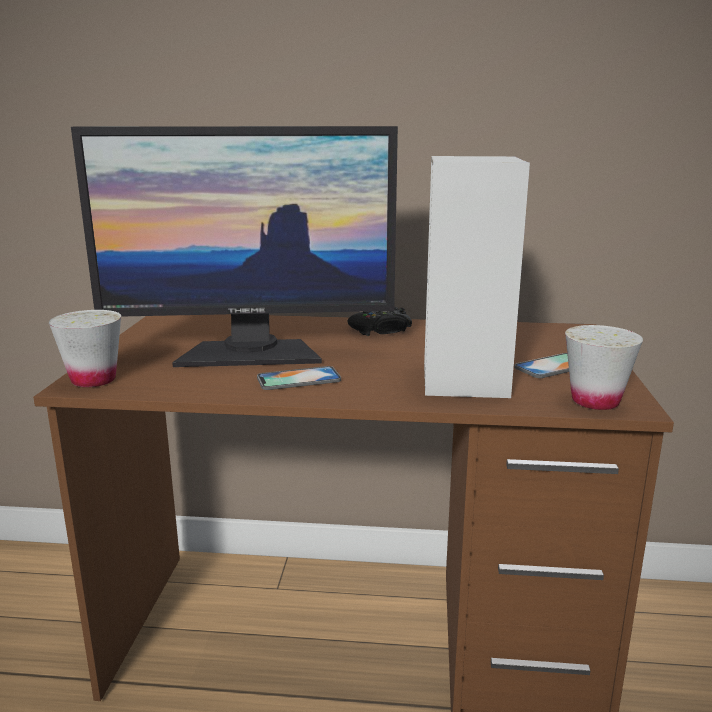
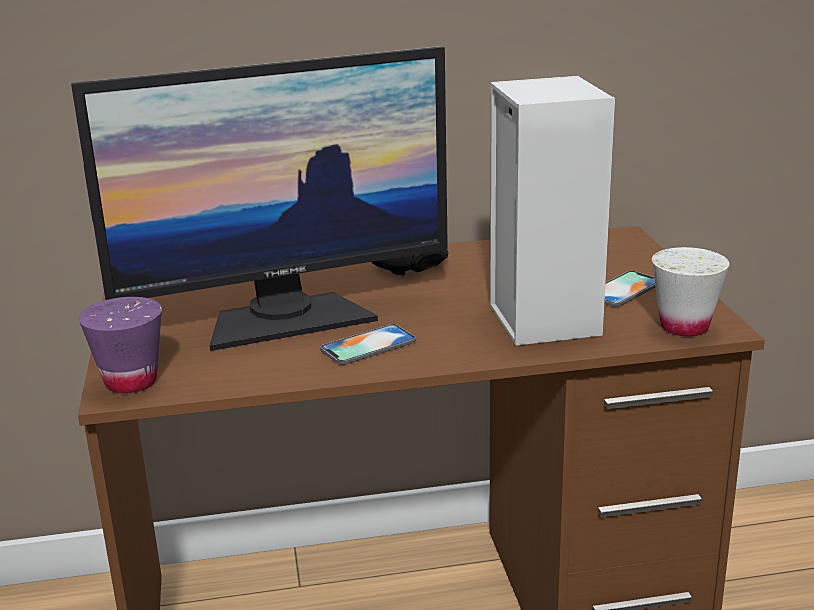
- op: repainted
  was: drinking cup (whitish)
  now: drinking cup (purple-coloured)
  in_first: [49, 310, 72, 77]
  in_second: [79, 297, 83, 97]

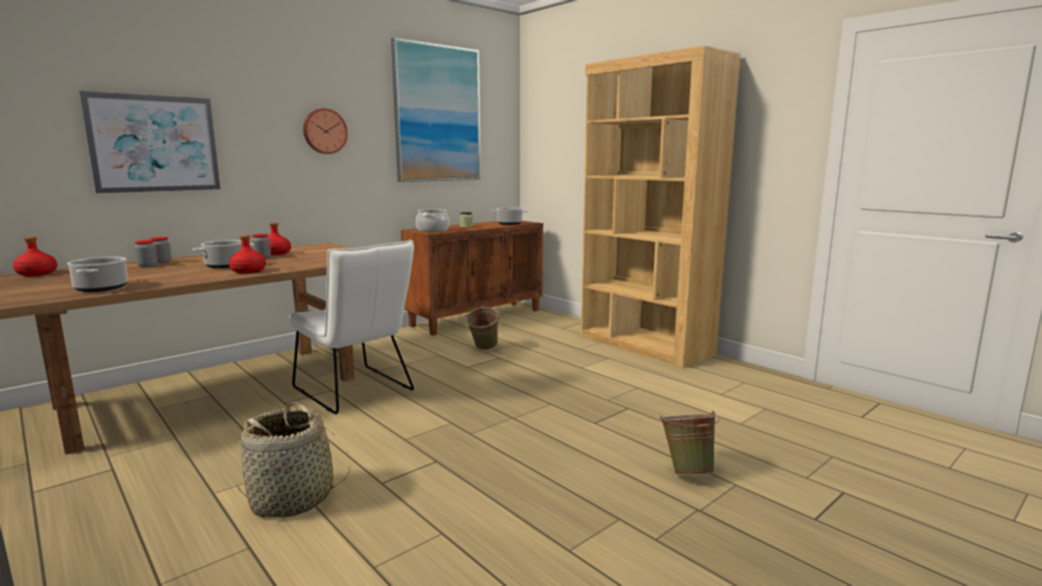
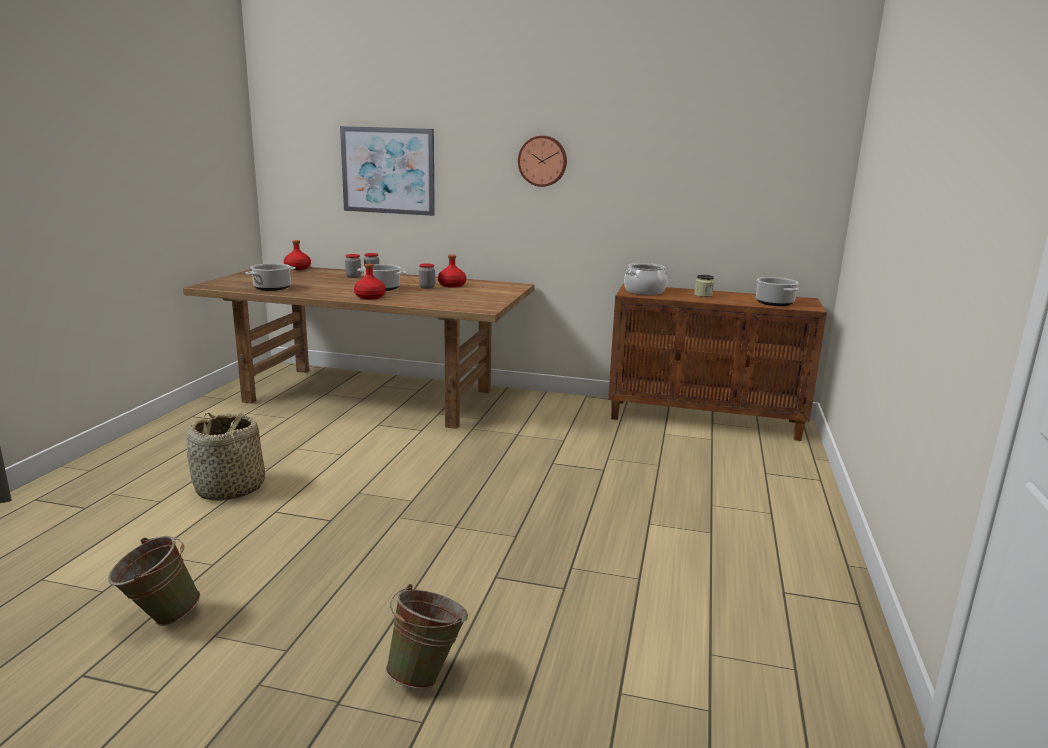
- op: shifted
  was: water bucket (green-coloured)
  in_first: [465, 307, 35, 43]
  in_second: [108, 536, 92, 90]
- op: gone
  was: plain chair (whitish)
  in_first: [289, 240, 125, 174]
- op: gone
  was: wall picture
  in_first: [391, 37, 90, 145]
- op: gone
  was: bookshelf (brown-coloured)
  in_first: [581, 46, 160, 323]

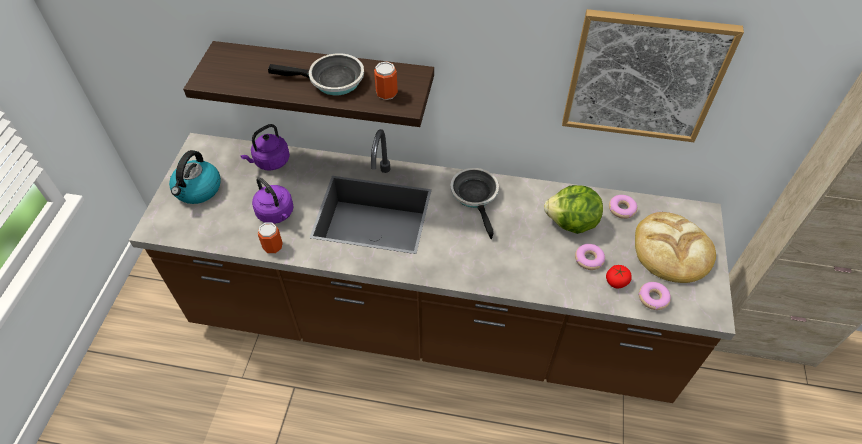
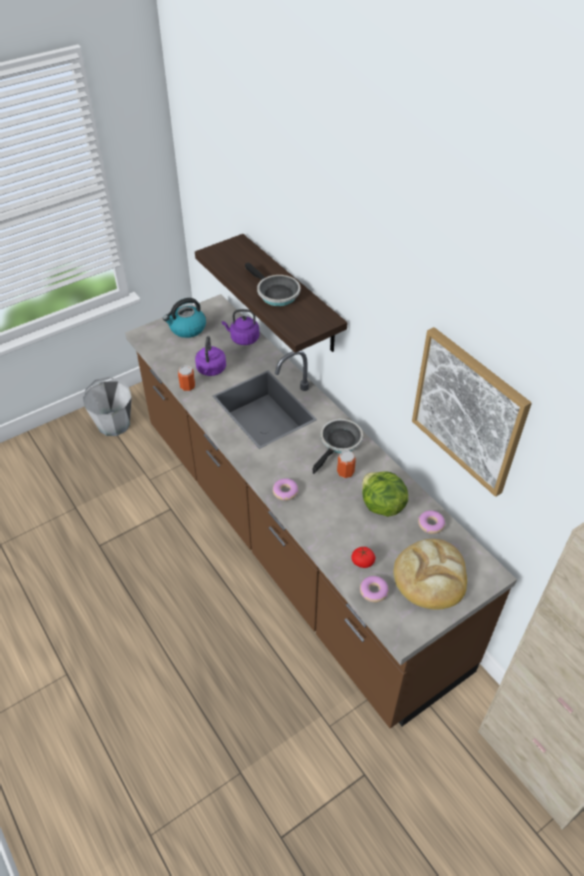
- op: new
  now: water bucket (grey)
  in_second: [83, 377, 49, 59]
- op: shifted
  was: doughnut
  in_first: [575, 244, 30, 26]
  in_second: [273, 478, 25, 23]
- op: shifted
  was: can
  in_first: [374, 61, 24, 39]
  in_second: [337, 450, 19, 29]

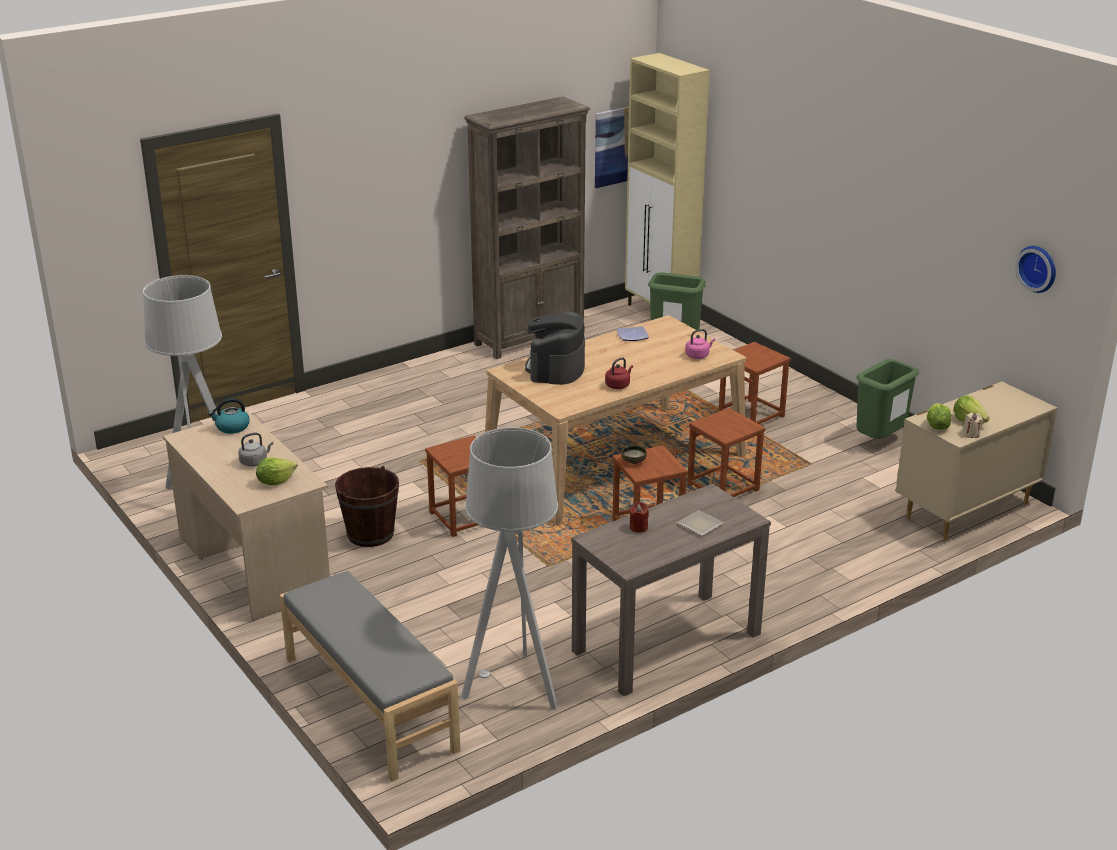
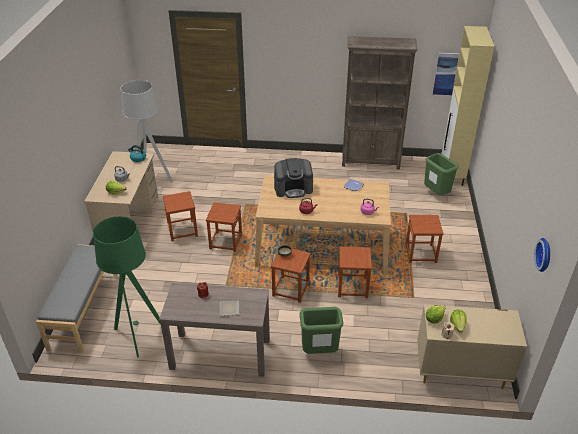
- op: repainted
  was: floor lamp (grey)
  now: floor lamp (green-coloured)
  in_first: [461, 427, 97, 283]
  in_second: [93, 216, 68, 142]
- op: swapped
  was: water bucket (brown-coloured)
  now: stool seat (brown-coloured)
  in_first: [335, 466, 64, 81]
  in_second: [163, 191, 35, 50]
- op: rotated
  was: coffee maker
  in_first: [525, 311, 60, 74]
  in_second: [274, 158, 39, 40]
  clockwise: -150
- op: shifted
  was: trash can (green-coloured)
  in_first: [856, 359, 63, 80]
  in_second: [299, 307, 44, 47]

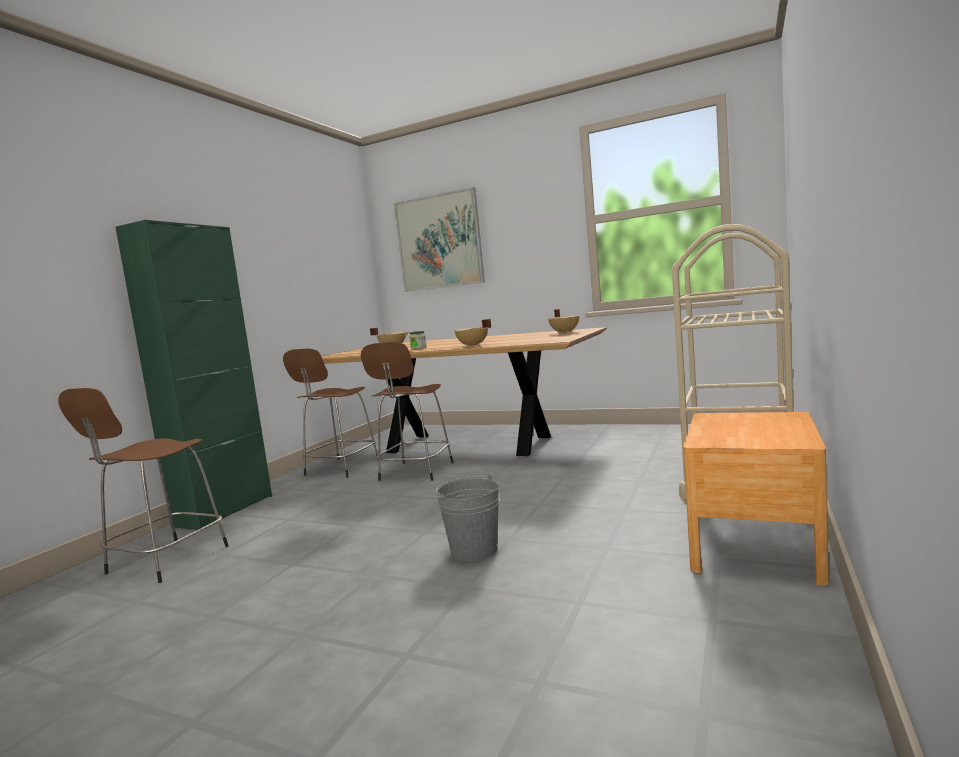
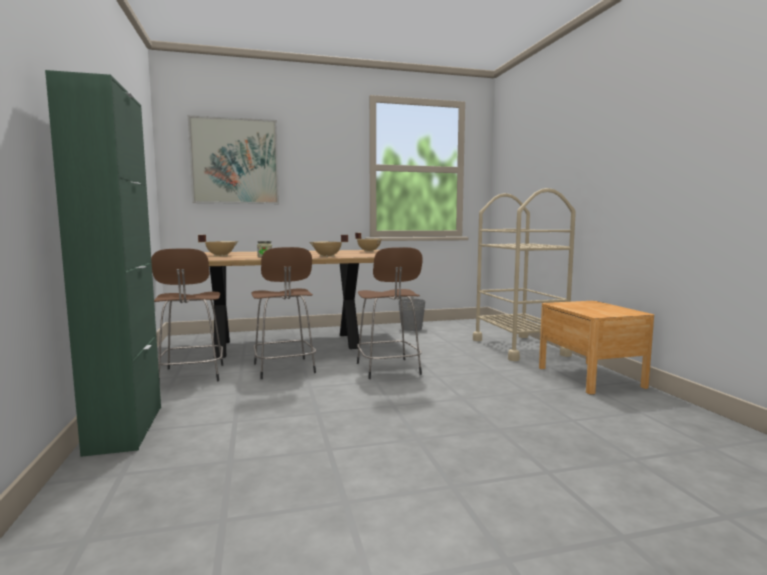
- op: shifted
  was: stool seat (brown-coloured)
  in_first: [58, 388, 171, 195]
  in_second: [357, 247, 66, 132]
- op: shifted
  was: water bucket (grey)
  in_first: [436, 474, 63, 87]
  in_second: [398, 296, 28, 35]

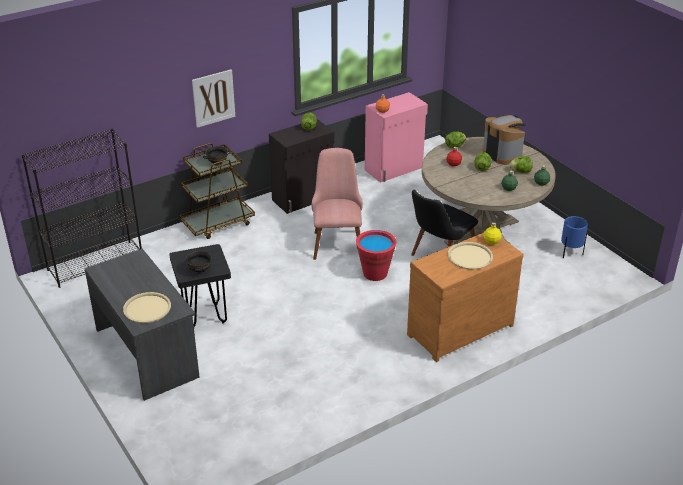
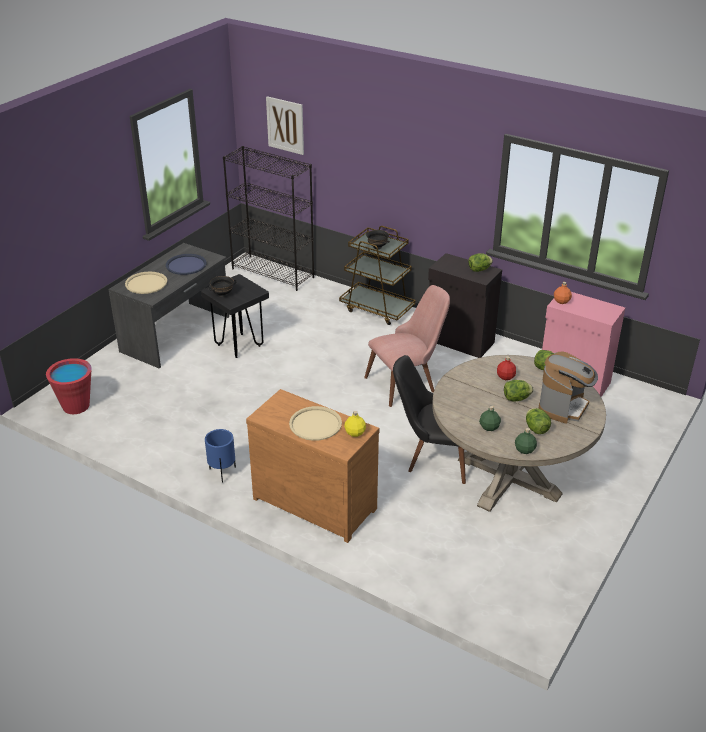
- op: shifted
  was: water bucket (reddish)
  in_first: [356, 230, 40, 51]
  in_second: [46, 358, 46, 56]
- op: new
  now: tray (bluish)
  in_second: [166, 254, 40, 21]
- op: shifted
  was: planter (bluish)
  in_first: [561, 216, 27, 42]
  in_second: [205, 429, 31, 54]
- op: shifted
  was: wall picture
  in_first: [192, 70, 43, 58]
  in_second: [266, 96, 38, 59]

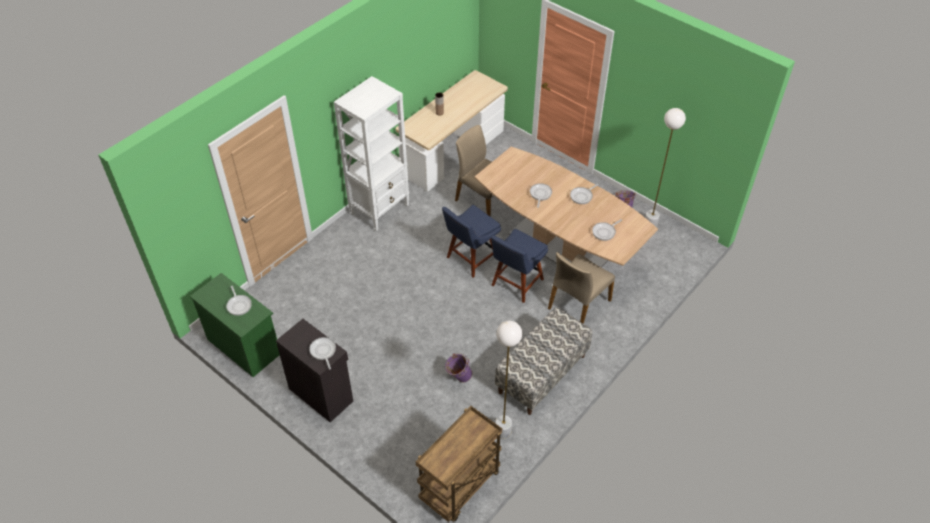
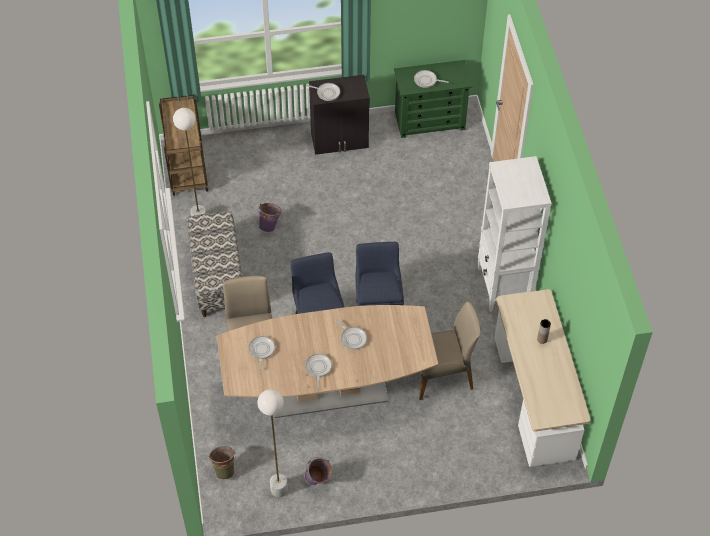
- op: new
  now: water bucket (green-coloured)
  in_second: [208, 446, 28, 34]

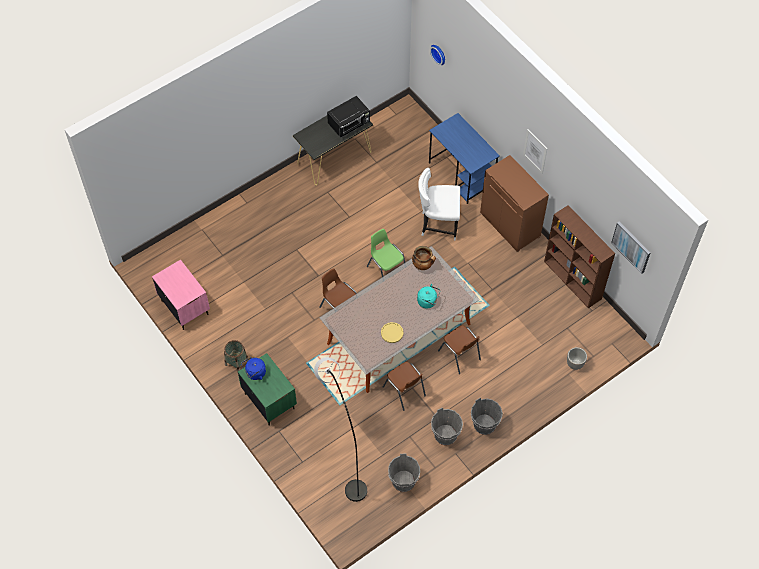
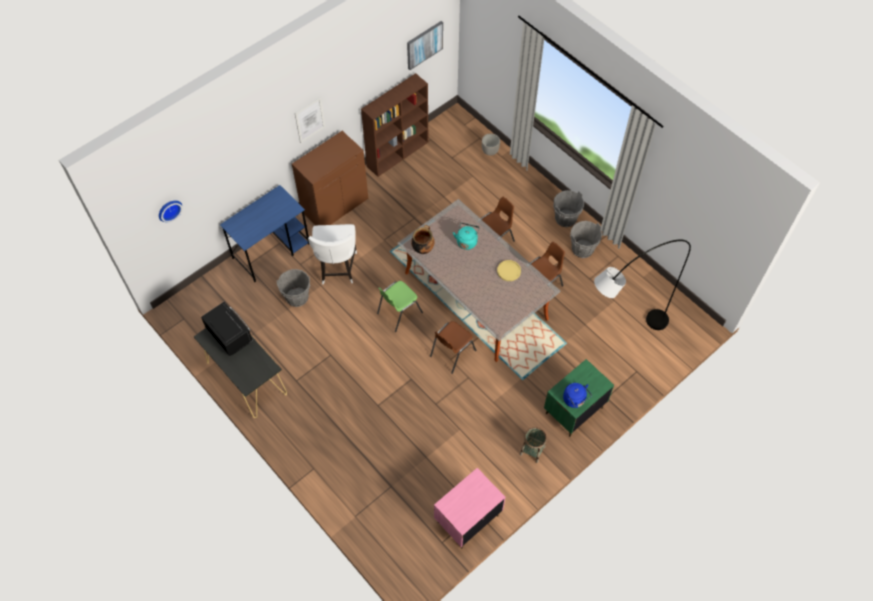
- op: shifted
  was: water bucket (grey)
  in_first: [388, 453, 32, 39]
  in_second: [277, 269, 33, 38]

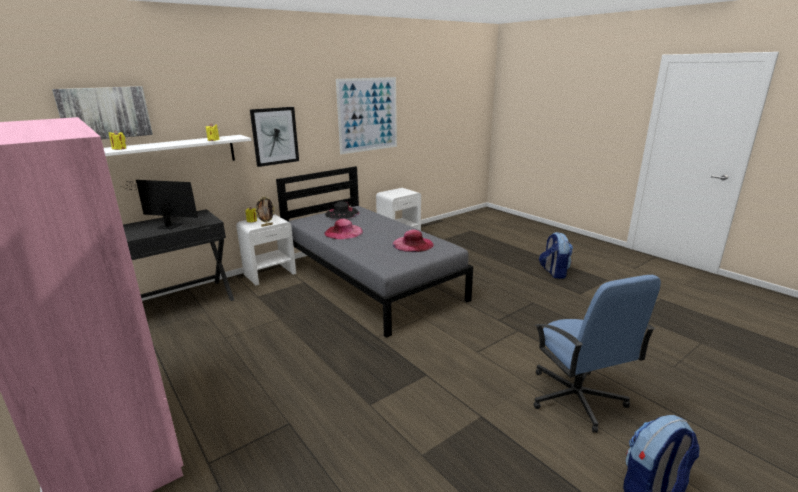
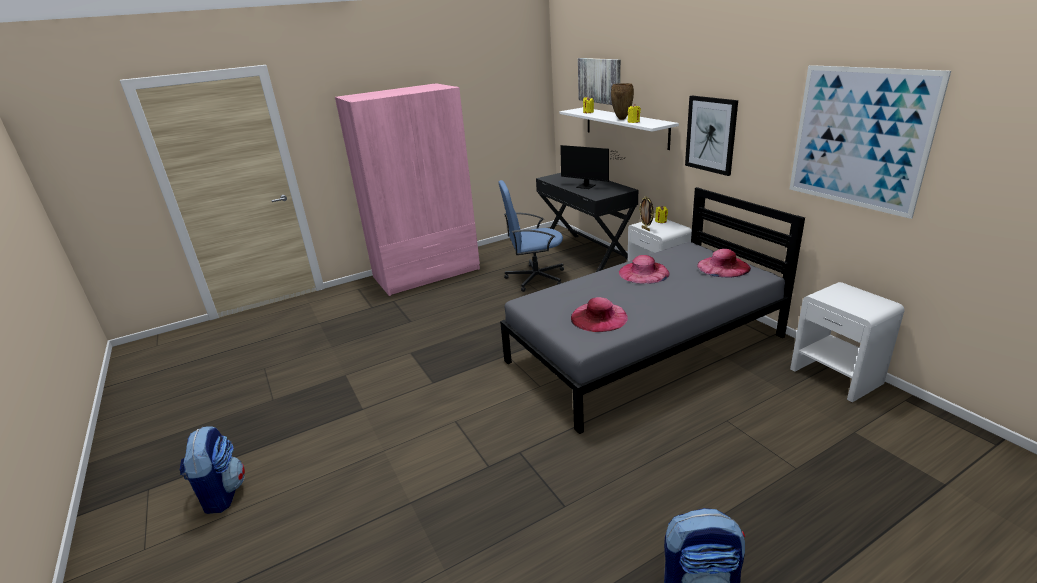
- op: shifted
  was: desk chair (bluish)
  in_first: [534, 275, 127, 158]
  in_second: [498, 180, 66, 112]
- op: rotated
  was: computer display
  in_first: [121, 180, 77, 49]
  in_second: [560, 145, 65, 44]
  clockwise: 105
- op: new
  now: decorative vase (brown-coloured)
  in_second: [611, 83, 23, 37]
- op: repainted
  was: wearable hat (blackish)
  now: wearable hat (pink)
  in_first: [325, 201, 34, 18]
  in_second: [697, 249, 54, 29]

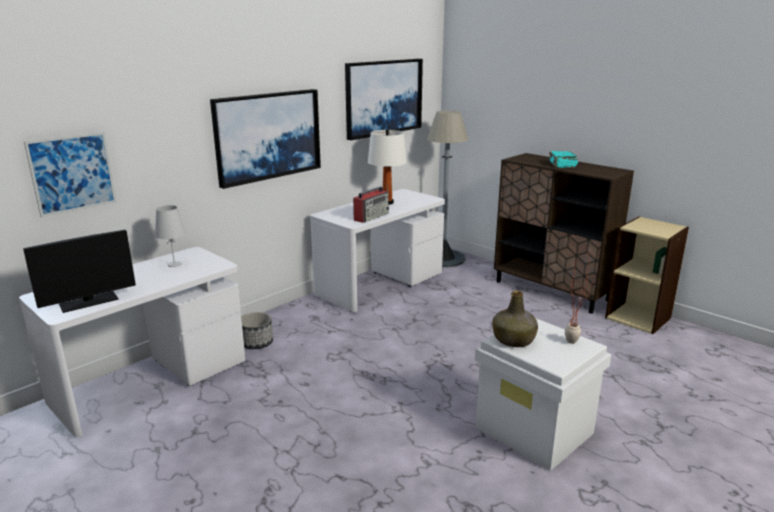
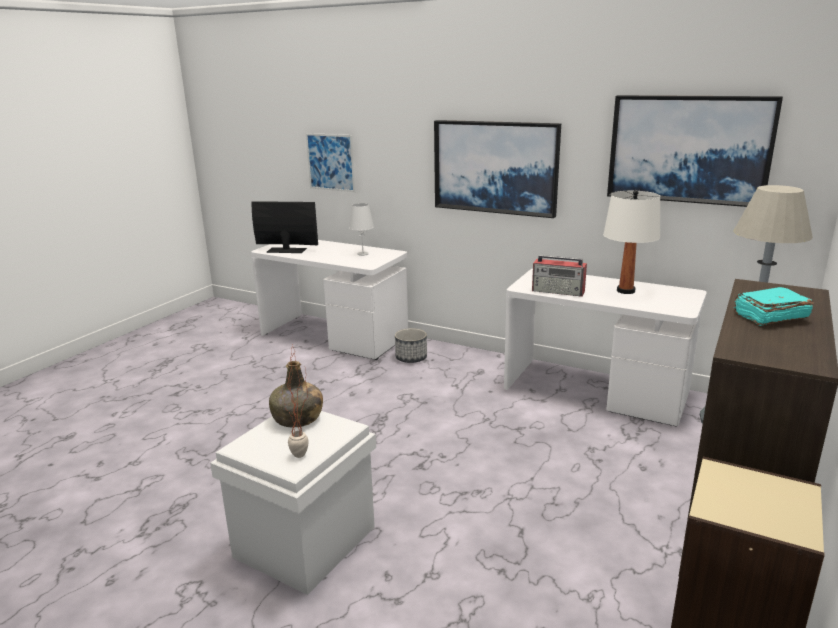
- op: rotated
  was: computer display
  in_first: [23, 230, 113, 83]
  in_second: [251, 201, 67, 52]
  clockwise: 150

